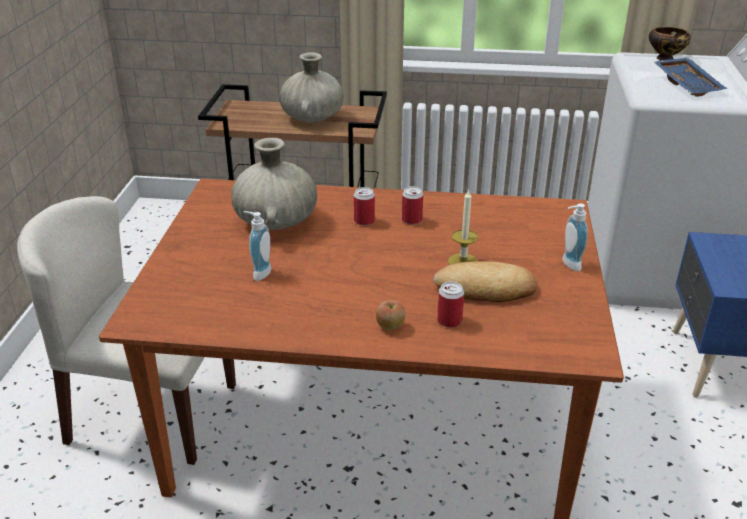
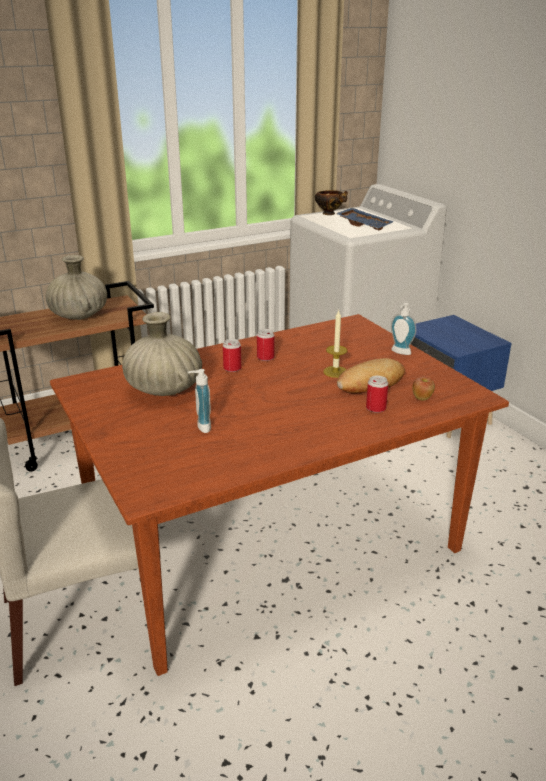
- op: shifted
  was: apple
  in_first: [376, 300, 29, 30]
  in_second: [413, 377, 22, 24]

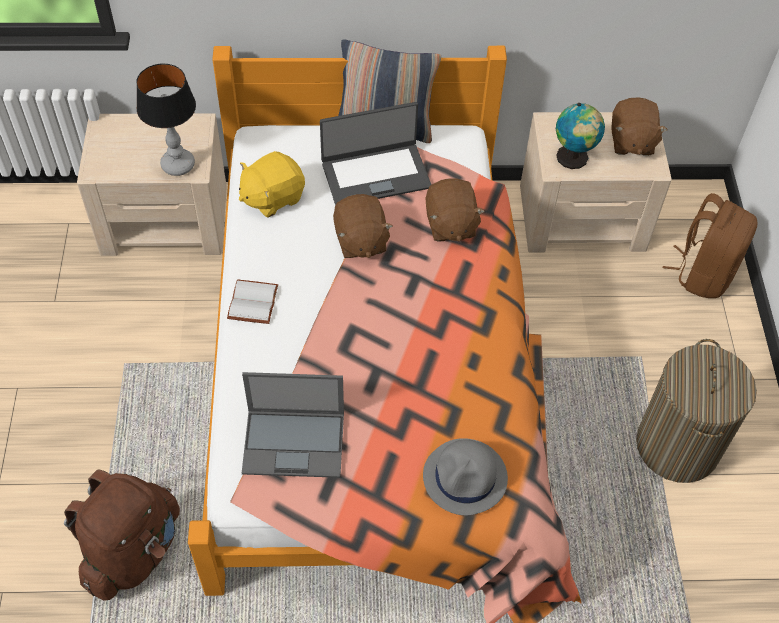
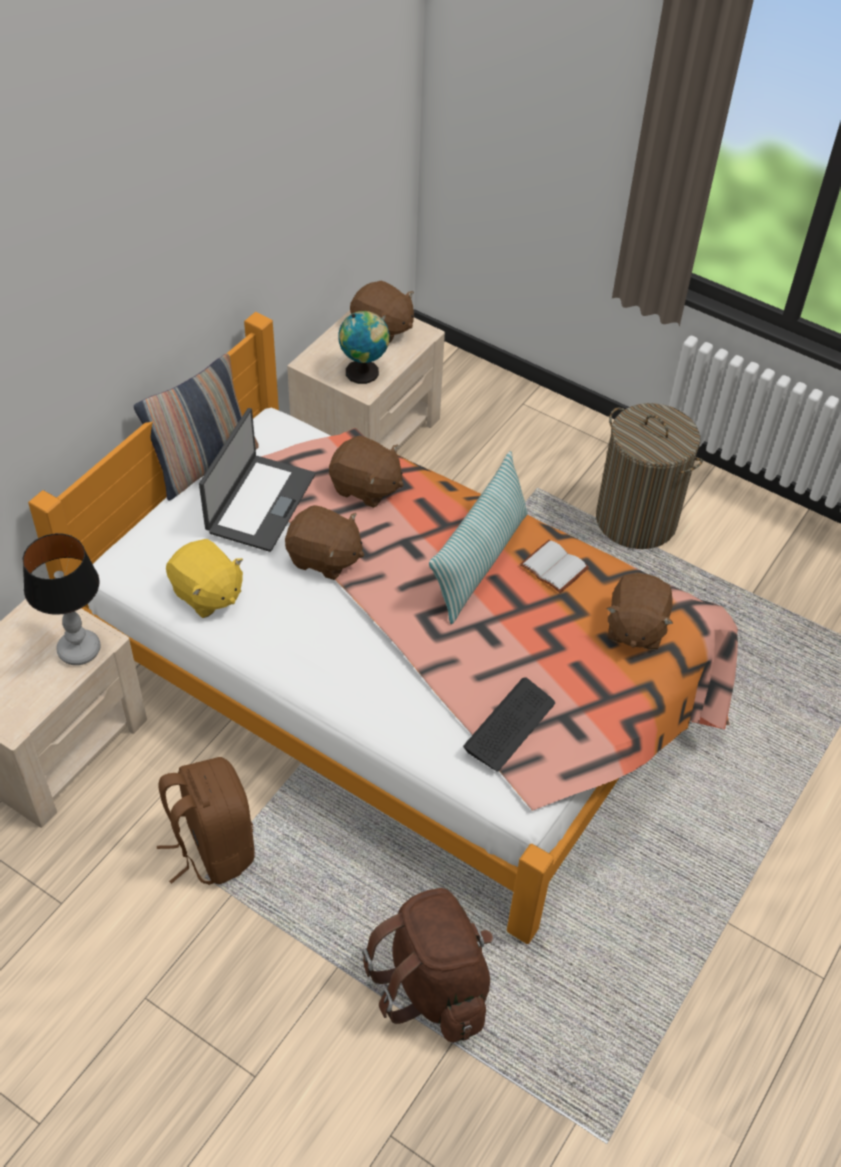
- op: shifted
  was: rucksack (brown-coloured)
  in_first: [663, 193, 95, 105]
  in_second: [157, 757, 98, 128]
- op: rotated
  was: plush toy (yellow)
  in_first: [239, 151, 66, 67]
  in_second: [166, 539, 77, 79]
  clockwise: -45
- op: new
  now: pillow
  in_second: [429, 451, 99, 173]
- op: swapped
  was: portable computer
  now: computer keyboard
  in_first: [242, 372, 102, 106]
  in_second: [463, 677, 92, 94]
- op: shifted
  was: book (whitish)
  in_first: [227, 279, 51, 45]
  in_second: [520, 540, 69, 53]
- op: swapped
  was: wearable hat (grey)
  now: plush toy (brown-coloured)
  in_first: [423, 438, 85, 77]
  in_second: [606, 573, 67, 77]

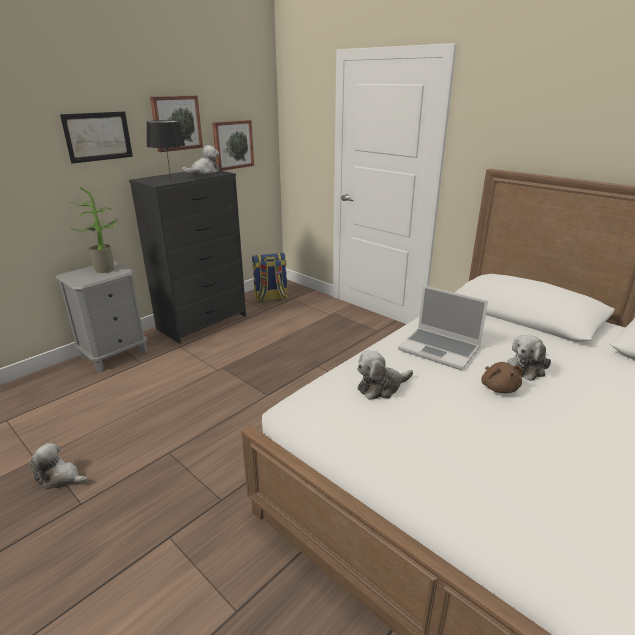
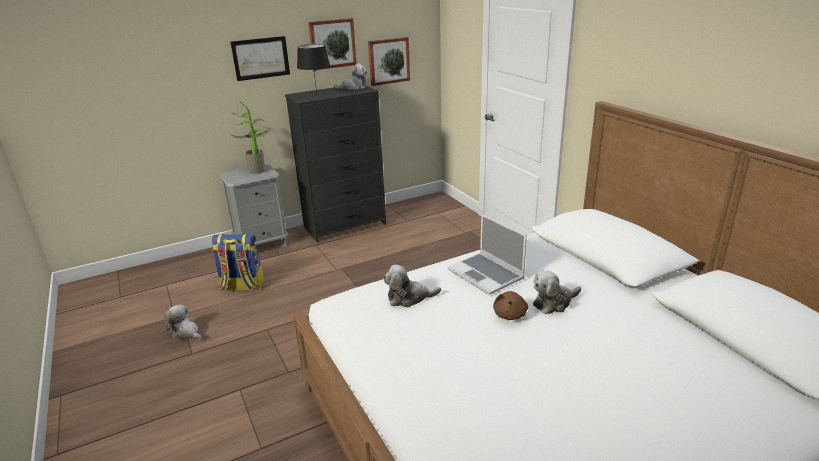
- op: shifted
  was: rucksack
  in_first: [252, 253, 36, 49]
  in_second: [212, 234, 52, 57]

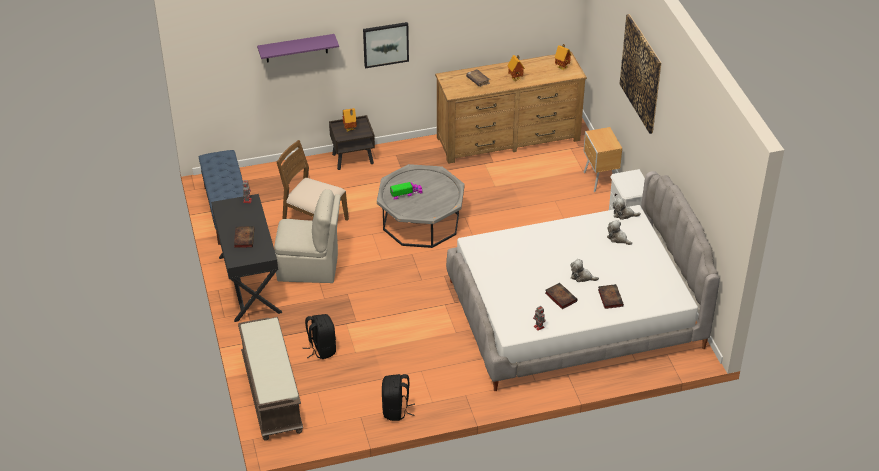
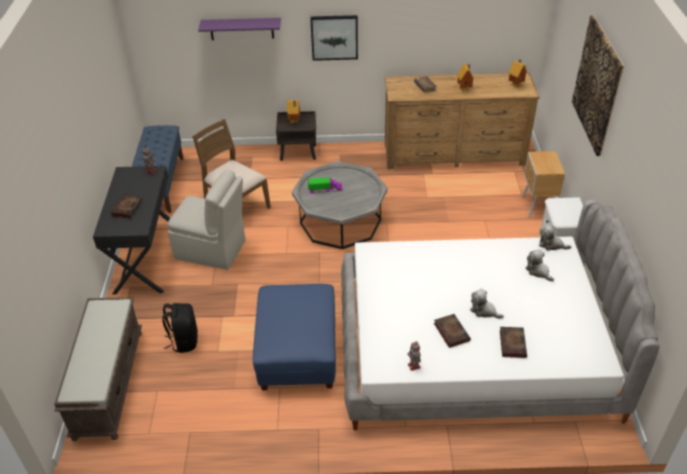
- op: new
  now: ottoman (bluish)
  in_second: [253, 284, 83, 106]
- op: gone
  was: rucksack (blackish)
  in_first: [382, 374, 33, 47]

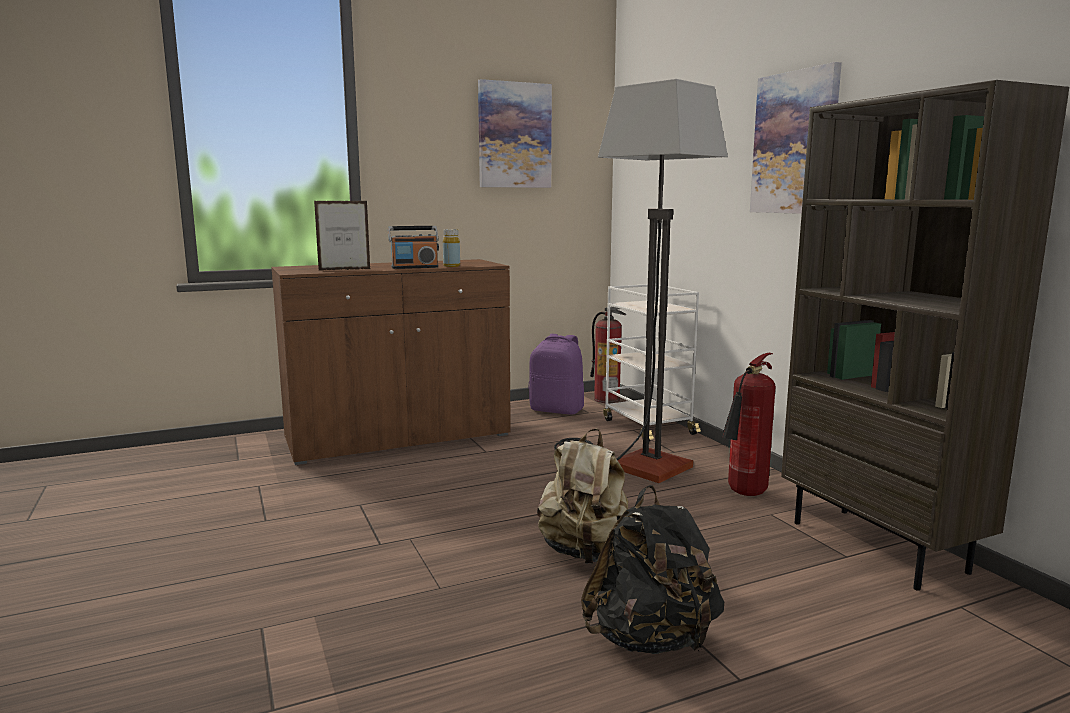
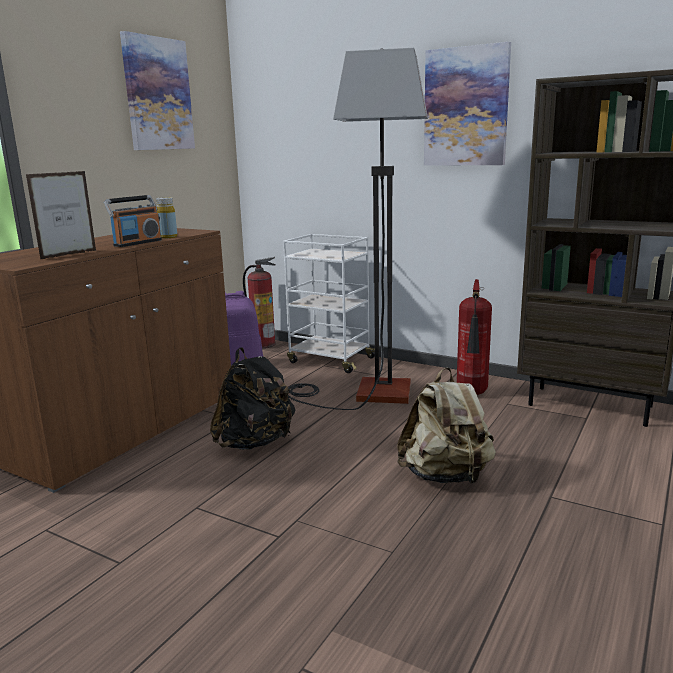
- op: shifted
  was: rucksack (blackish)
  in_first: [581, 485, 143, 169]
  in_second: [210, 347, 85, 103]

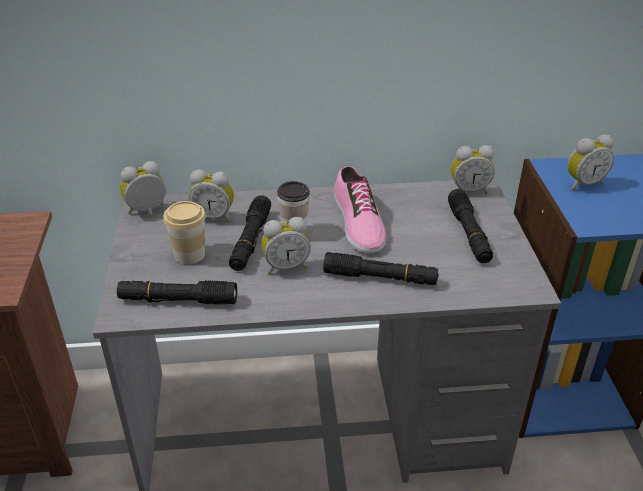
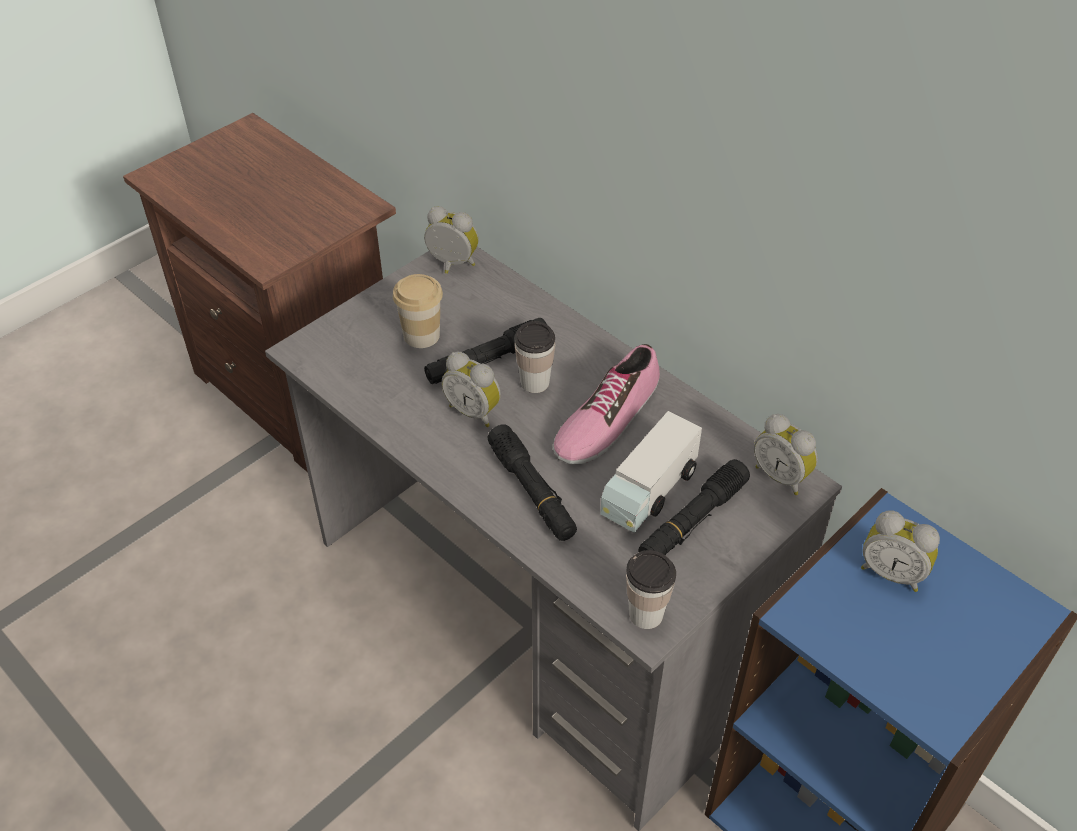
- op: new
  now: toy lorry
  in_second: [600, 411, 102, 122]
- op: new
  now: drinking cup
  in_second: [626, 550, 50, 79]
- op: gone
  was: torch (blackish)
  in_first: [117, 280, 120, 25]
- op: gone
  was: alarm clock
  in_first: [188, 170, 46, 53]

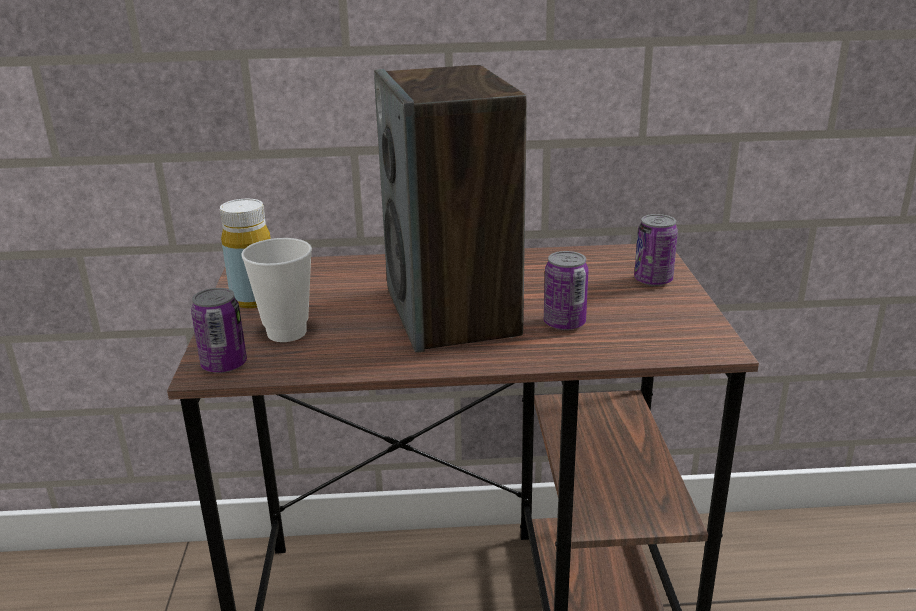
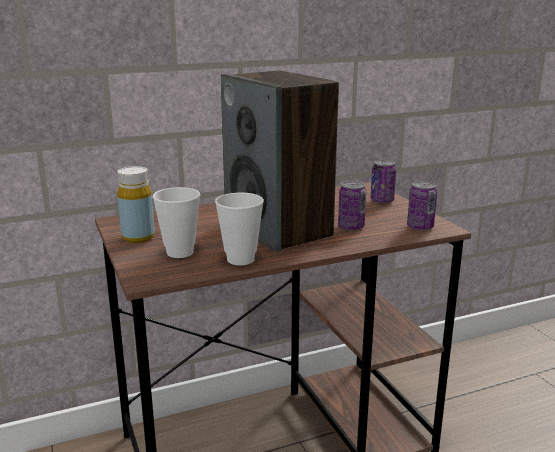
- op: new
  now: drinking cup
  in_second: [215, 193, 49, 72]
- op: shifted
  was: can
  in_first: [191, 288, 56, 85]
  in_second: [407, 181, 30, 50]

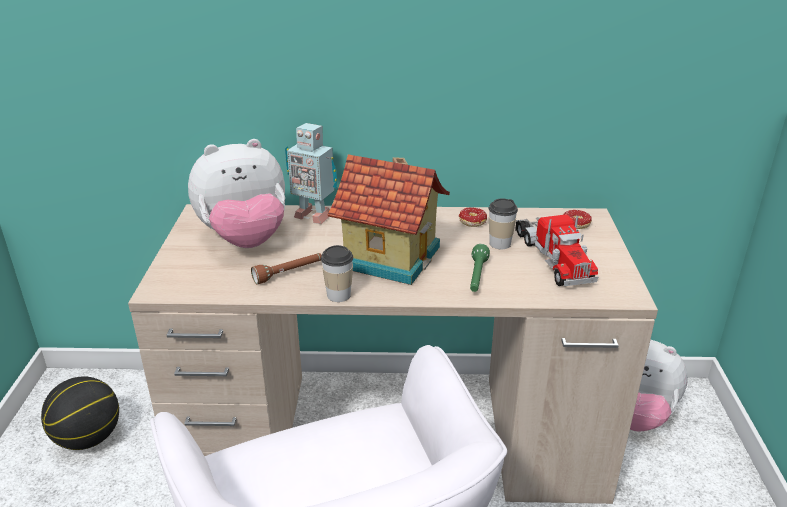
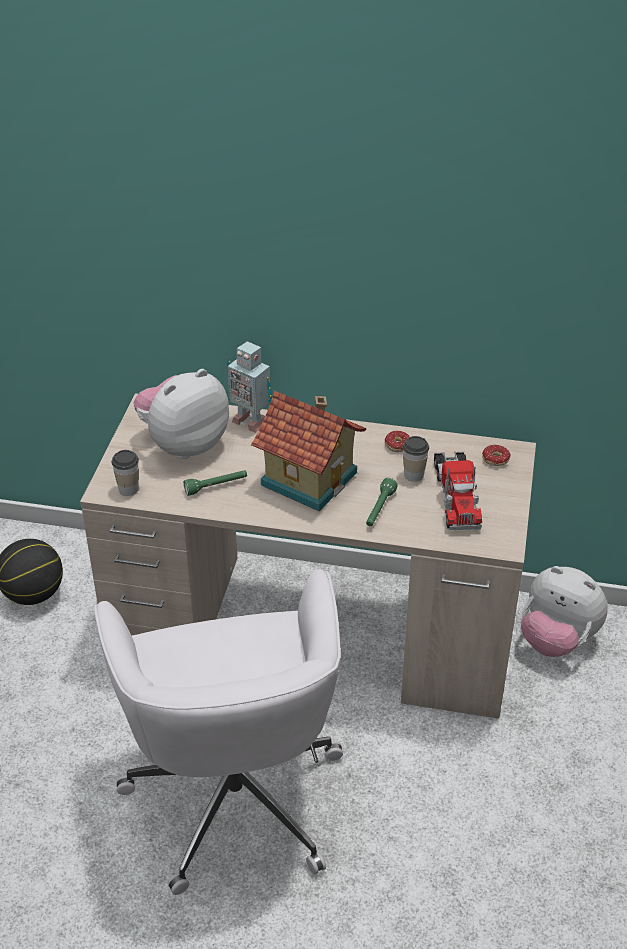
- op: shifted
  was: drinking cup
  in_first: [321, 245, 33, 57]
  in_second: [112, 450, 27, 46]
- op: rotated
  was: plush toy
  in_first: [188, 139, 97, 109]
  in_second: [134, 369, 95, 90]
  clockwise: 150
- op: repainted
  was: torch (brown-coloured)
  now: torch (green-coloured)
  in_first: [251, 253, 71, 31]
  in_second: [184, 470, 63, 26]

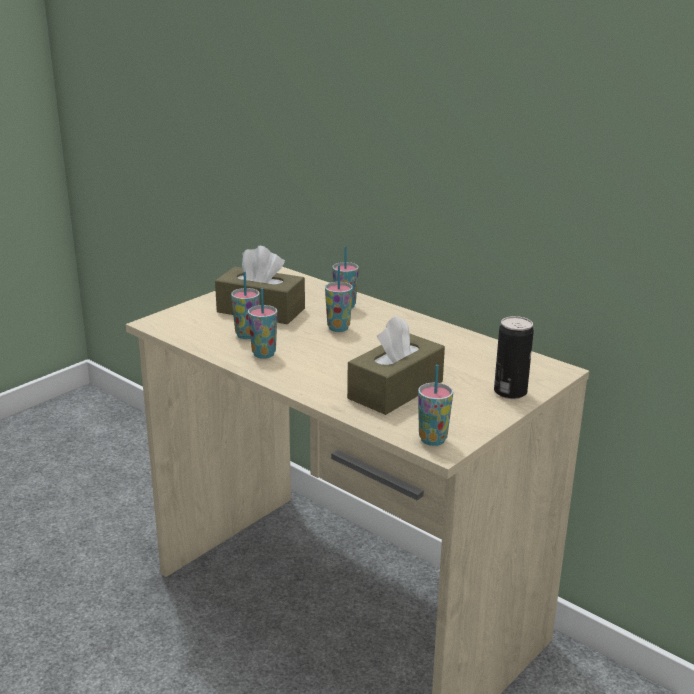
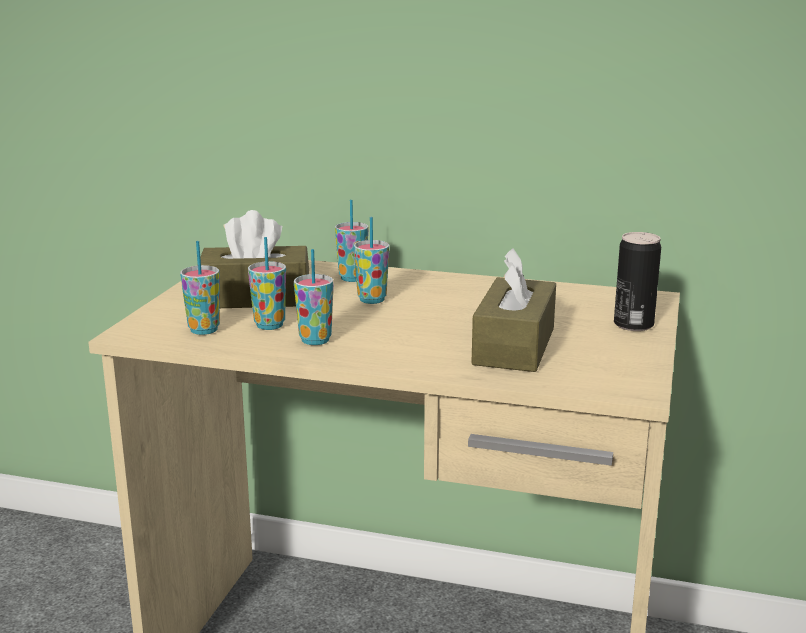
- op: shifted
  was: drinking cup
  in_first: [418, 365, 35, 81]
  in_second: [180, 241, 40, 94]

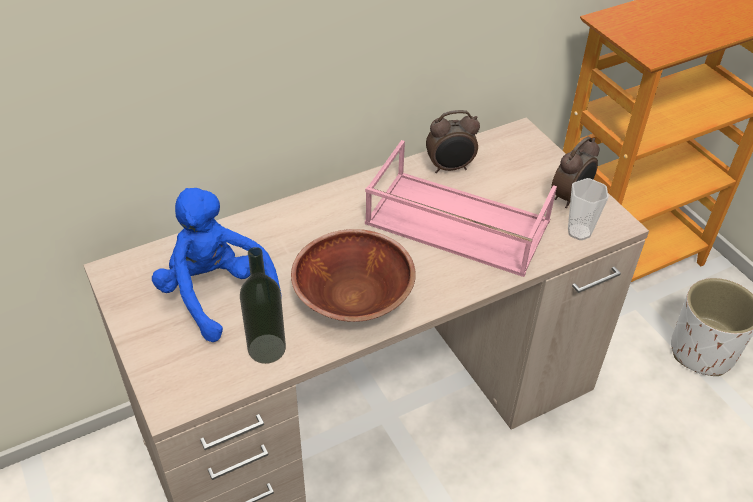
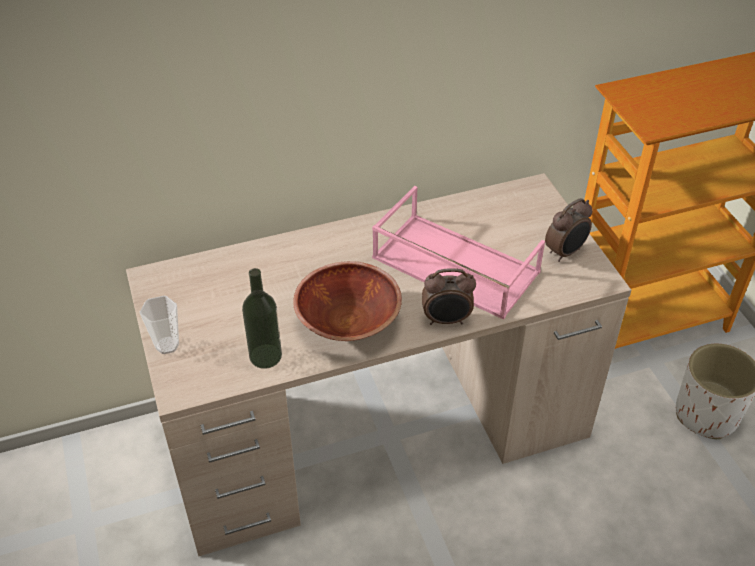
- op: shifted
  was: drinking cup
  in_first: [568, 178, 41, 62]
  in_second: [140, 296, 39, 58]
- op: shifted
  was: alarm clock
  in_first: [426, 110, 54, 63]
  in_second: [422, 268, 54, 57]
- op: gone
  was: plush toy (bluish)
  in_first: [152, 188, 130, 154]

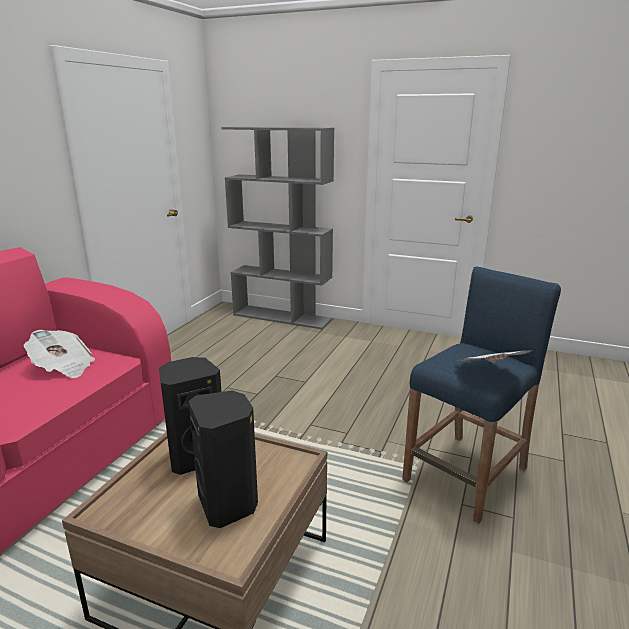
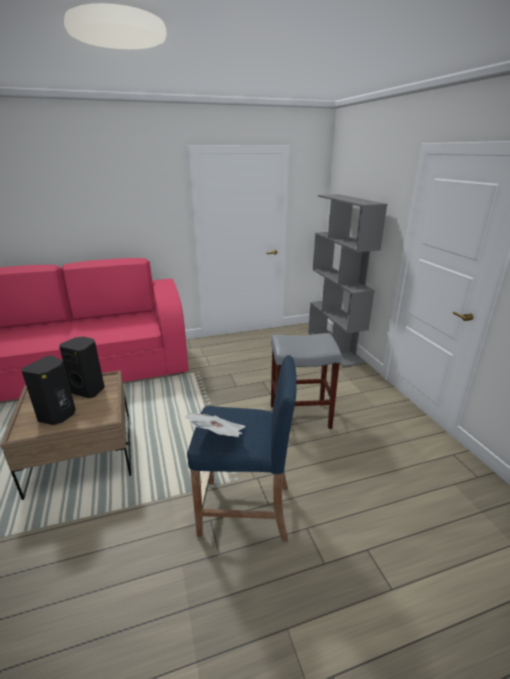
- op: new
  now: stool seat (grey)
  in_second: [271, 333, 71, 96]
- op: gone
  was: newspaper
  in_first: [24, 330, 71, 48]

